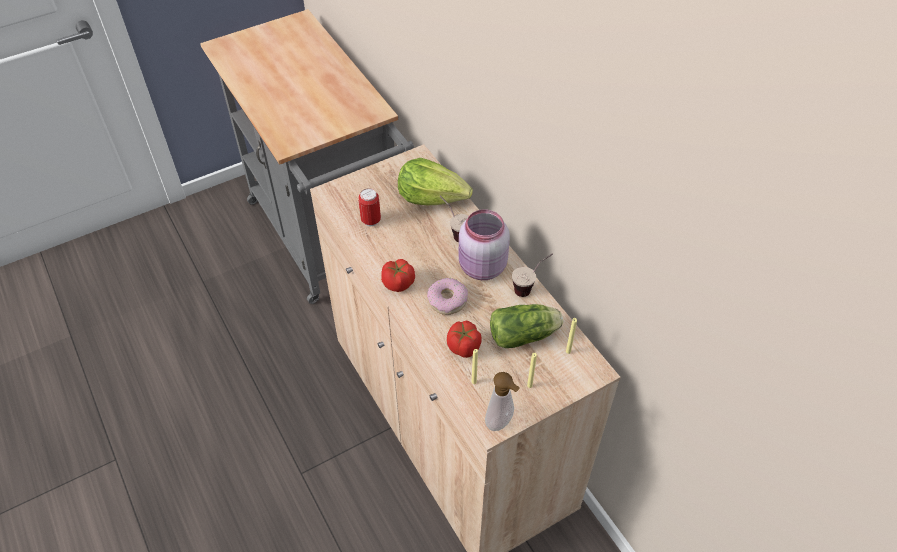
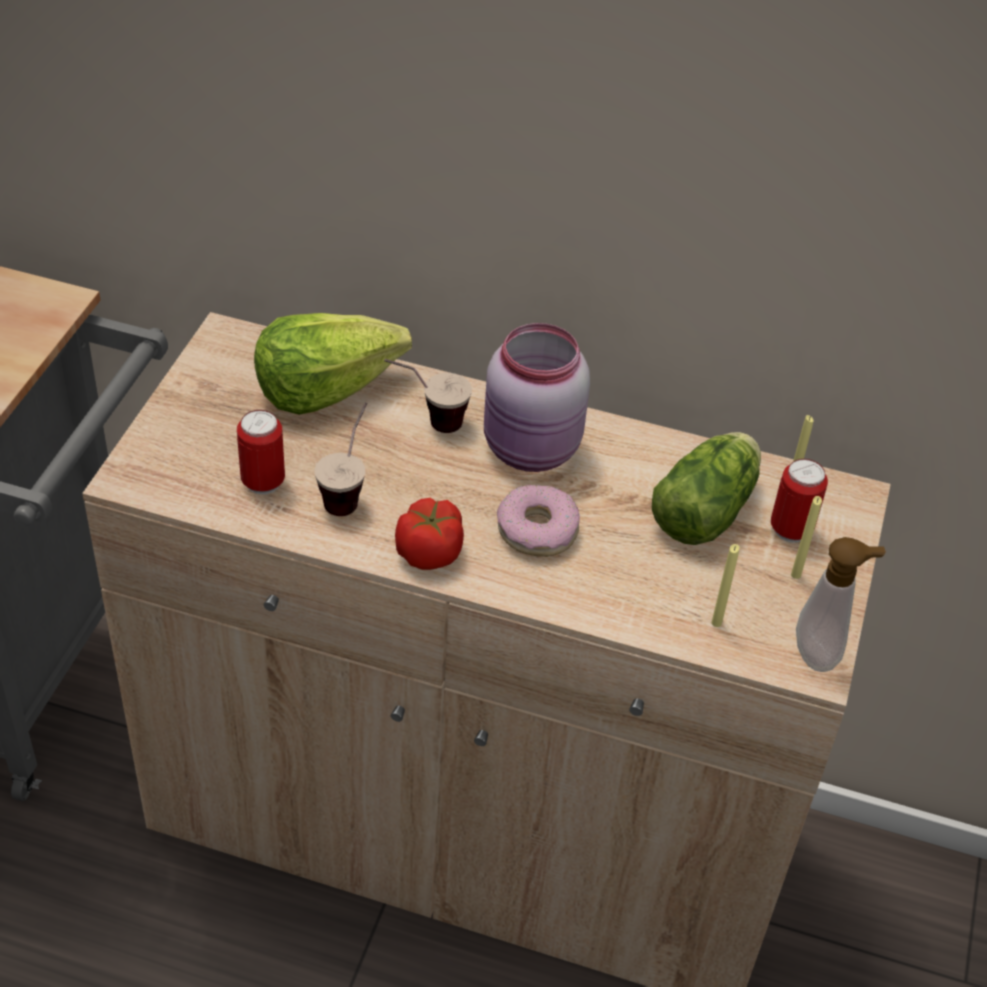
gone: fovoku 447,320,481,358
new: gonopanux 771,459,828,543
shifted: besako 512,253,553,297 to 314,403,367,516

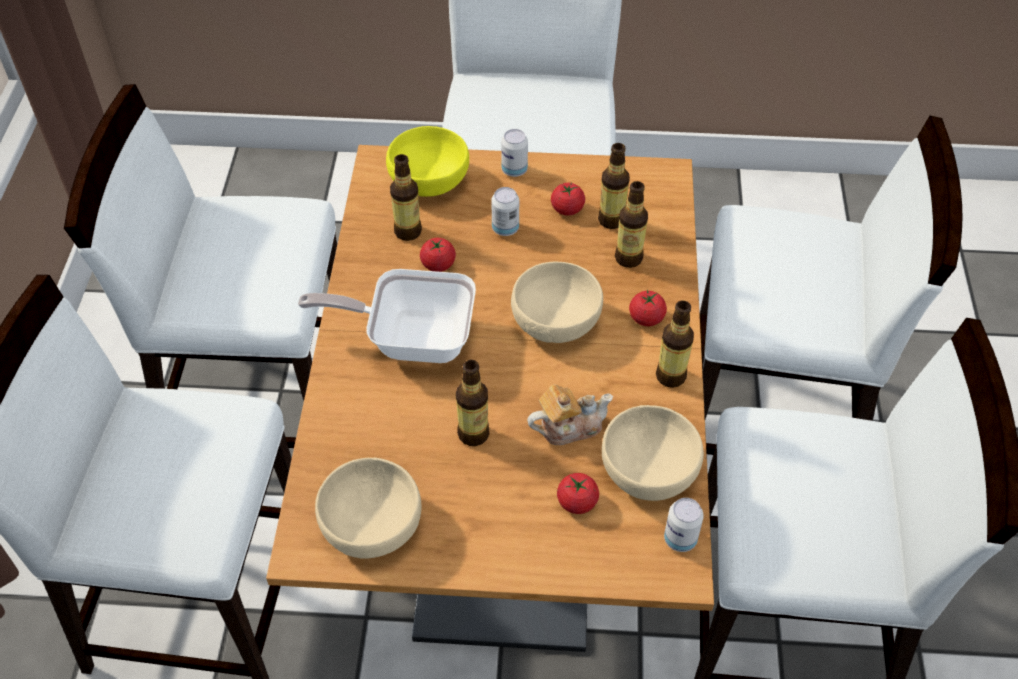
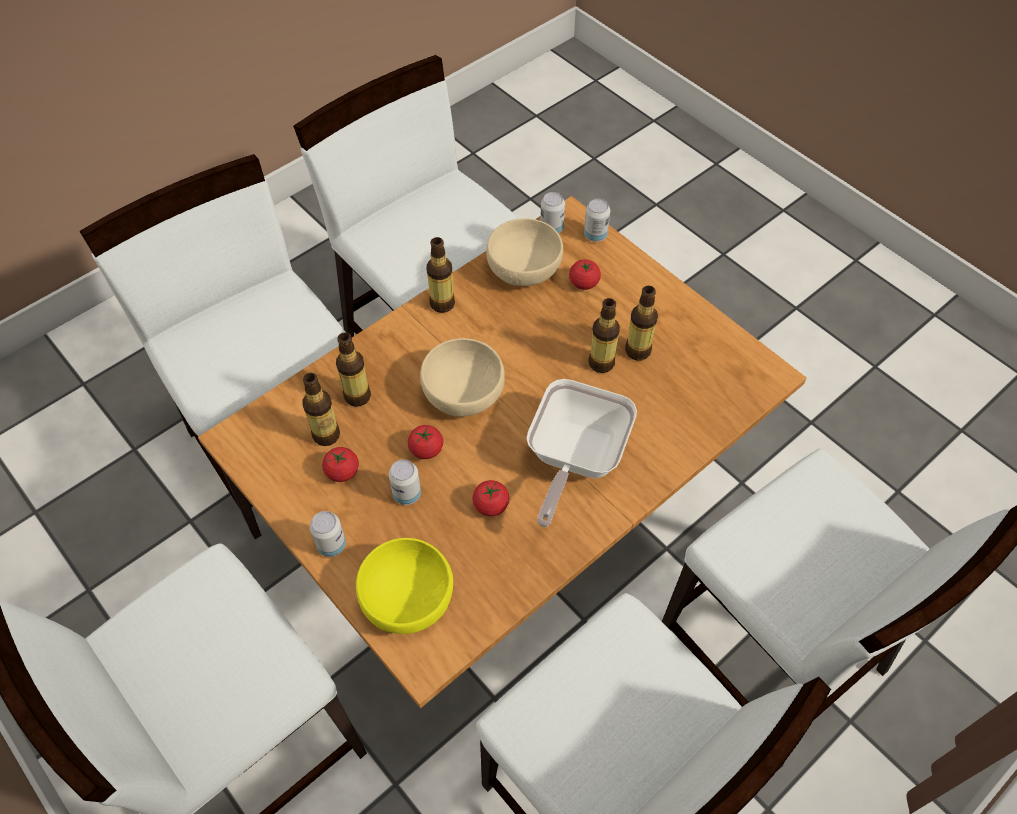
gone: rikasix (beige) 315,458,422,559; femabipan 527,385,613,445
new: gonopanux 584,199,610,242
shifted: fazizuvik 390,154,422,241 to 625,286,658,361; fovoku 629,289,667,326 to 408,425,443,459
rotated: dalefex 298,269,476,363 = 526,379,637,527 60 degrees clockwise

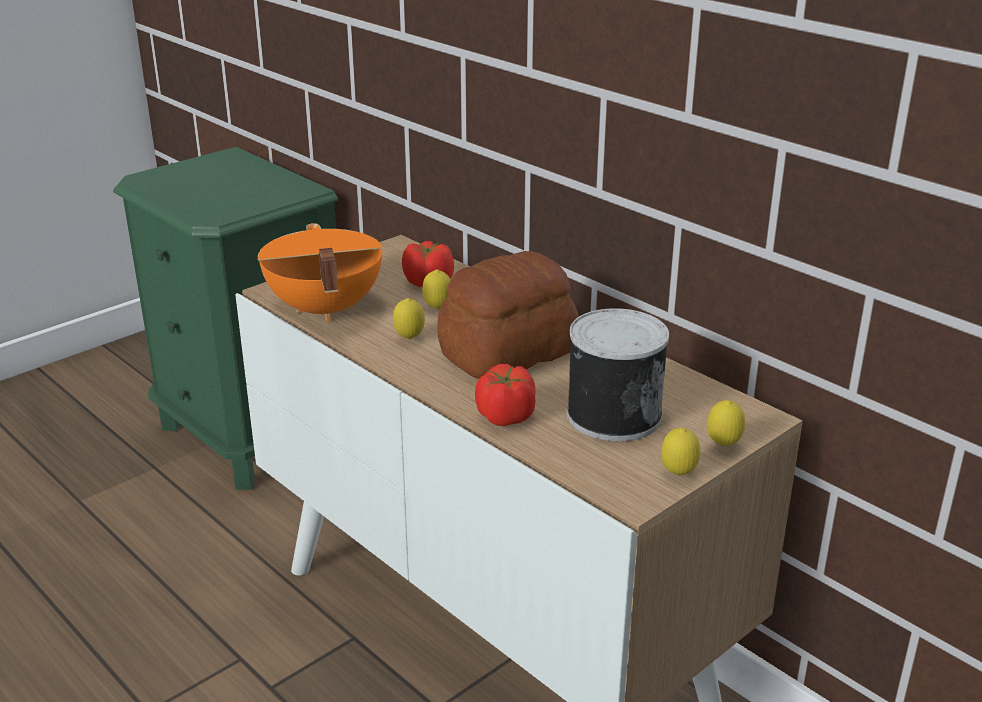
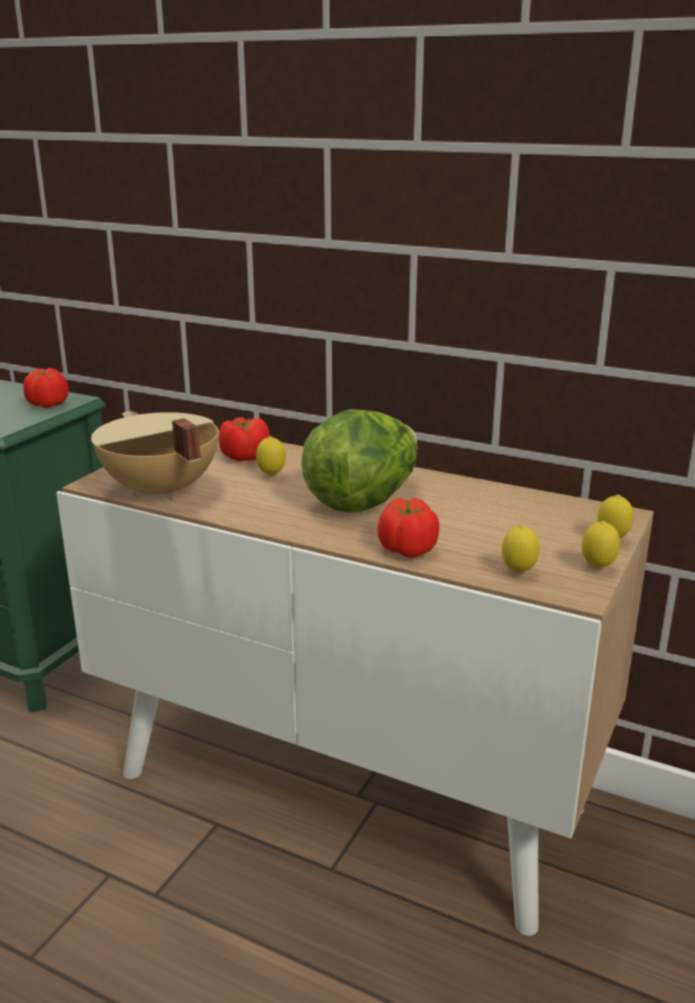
gone: gonopanux 567,308,669,441
new: fovoku 23,368,69,408
shifted: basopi 393,298,425,340 to 502,525,539,573
swapped: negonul 437,251,579,379 to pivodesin 301,409,418,513
repainted: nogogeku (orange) 258,223,383,322 to nogogeku (beige) 91,411,219,501

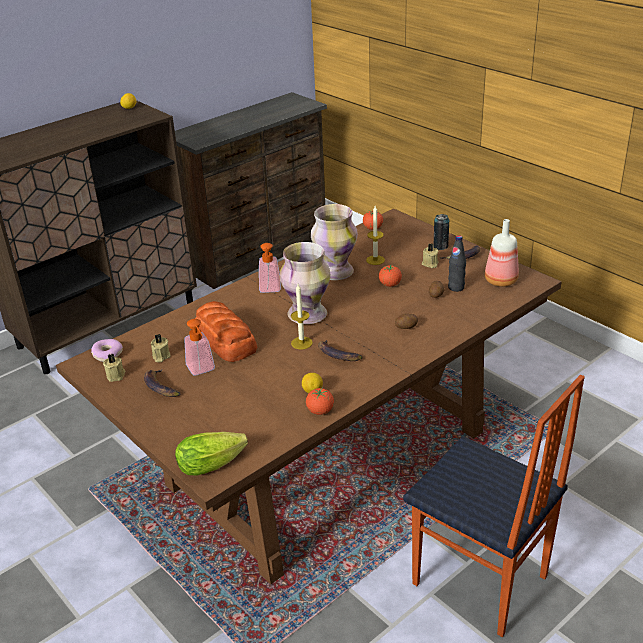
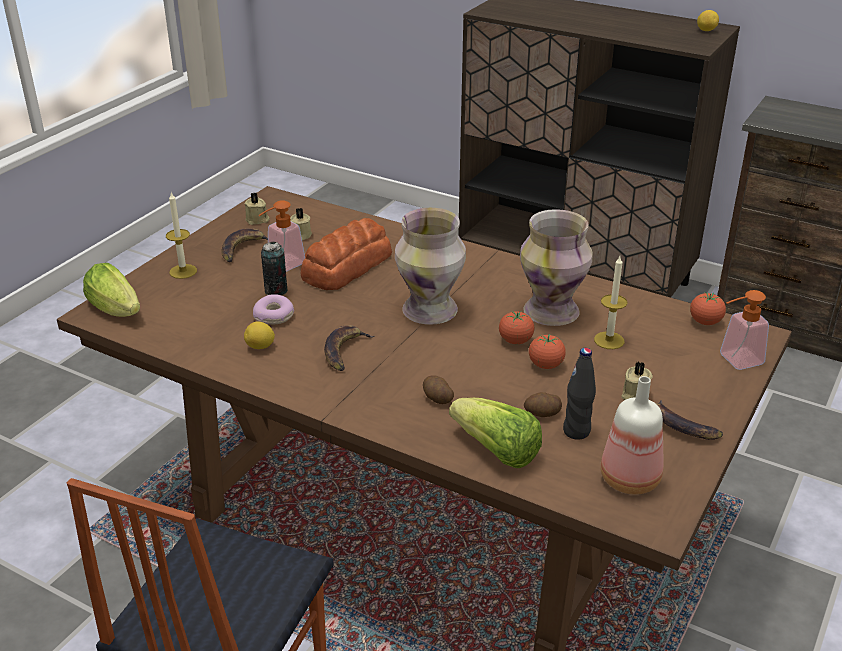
new: pivodesin 449,398,542,468
shifted: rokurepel 91,339,123,362 to 253,294,294,324; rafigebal 259,243,281,293 to 720,290,769,370; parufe 291,284,313,350 to 166,192,197,279; fovoku 306,388,334,415 to 499,311,534,344; gonopanux 433,214,449,250 to 261,242,288,295

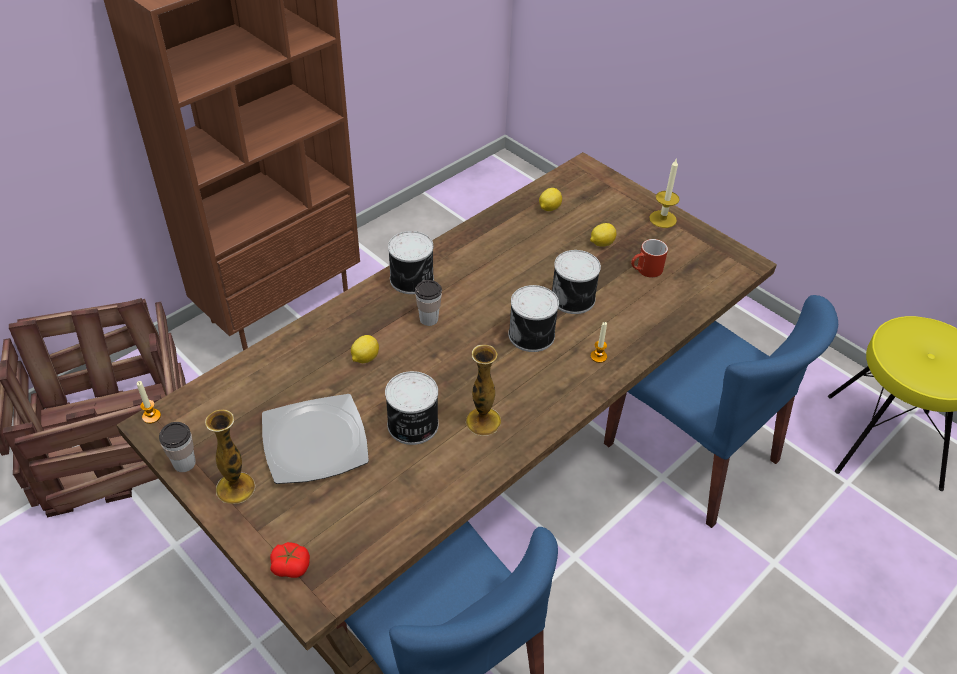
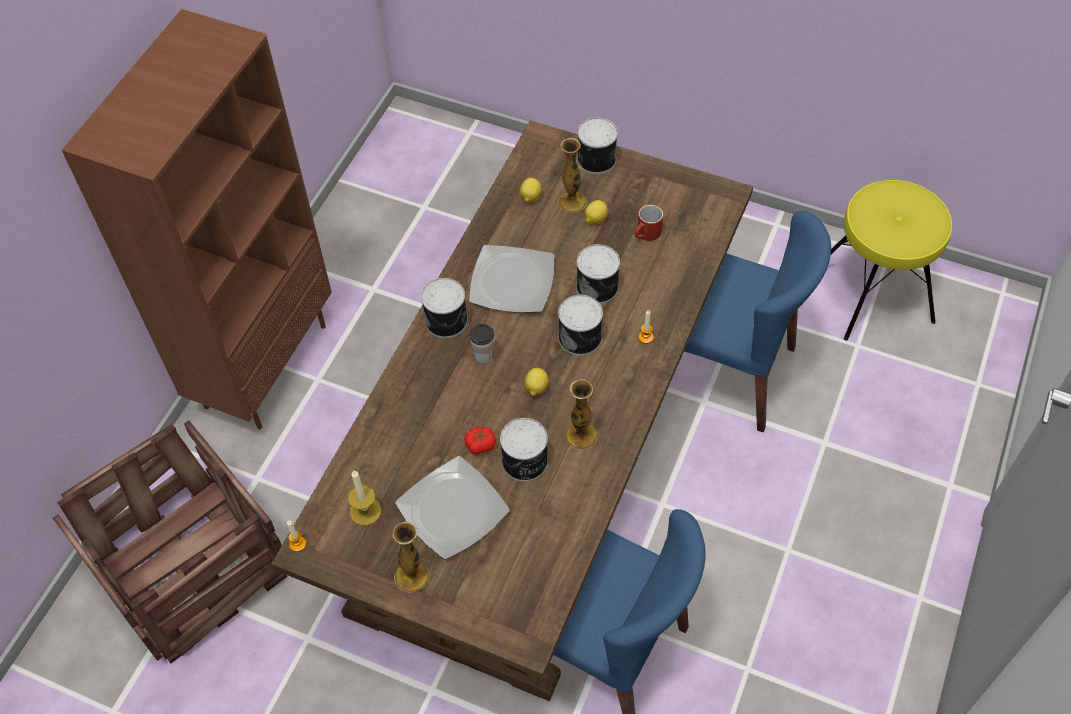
gone: besako 159,422,196,472
new: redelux 469,245,555,313; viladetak 558,138,587,212; gonopanux 577,118,618,174
shifted: fovoku 270,542,310,578 to 464,427,496,454; basopi 351,335,379,363 to 524,368,549,396; parufe 649,159,680,228 to 348,471,381,525

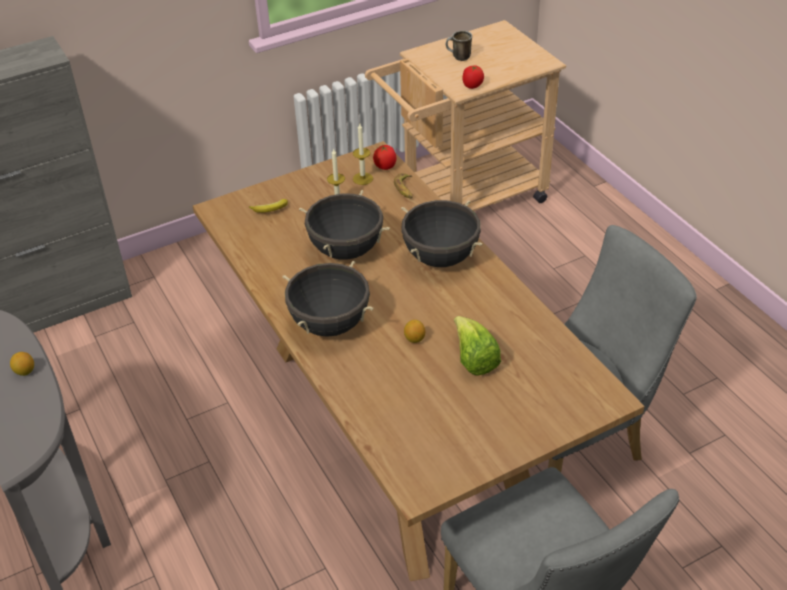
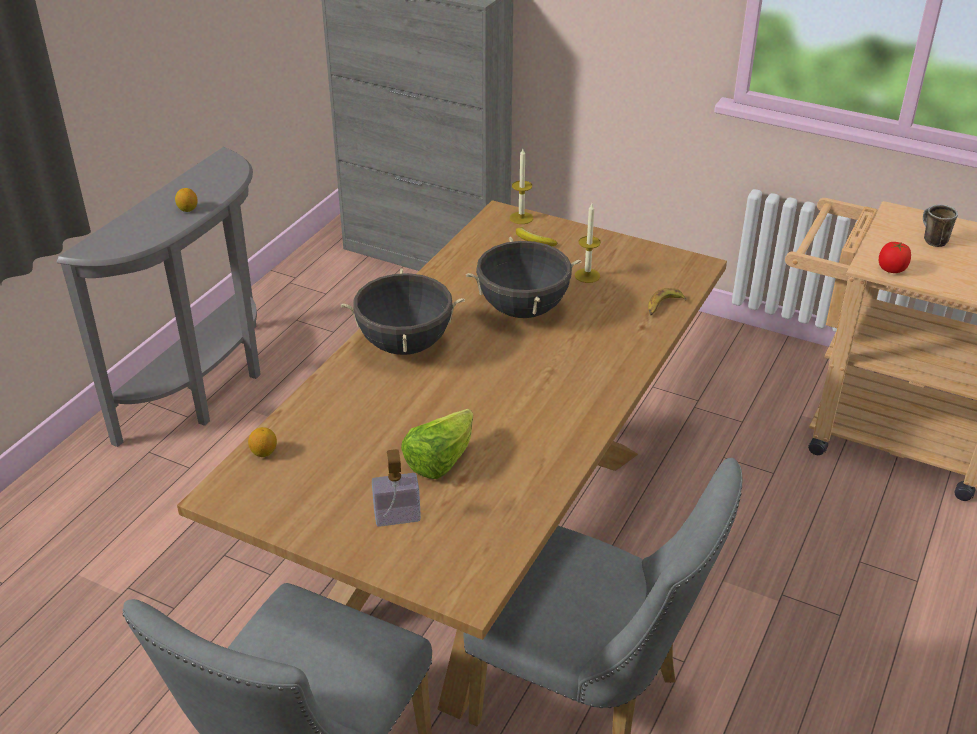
gone: fovoku 373,145,396,170; nogogeku (black) 401,200,482,267
new: rafigebal 372,449,421,527
shifted: parufe 353,124,373,185 to 510,149,533,224; basopi 404,320,425,343 to 248,427,277,457

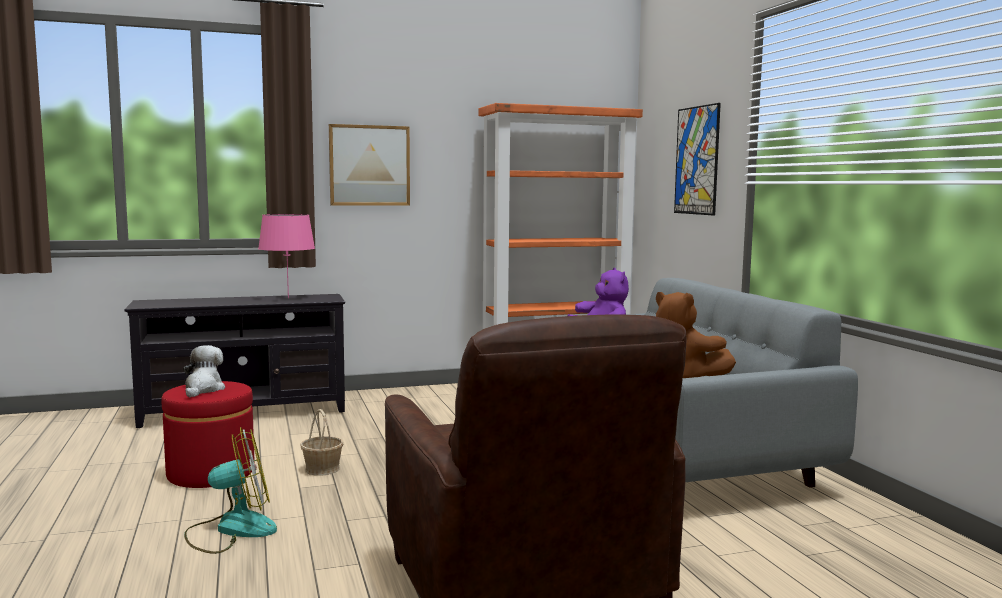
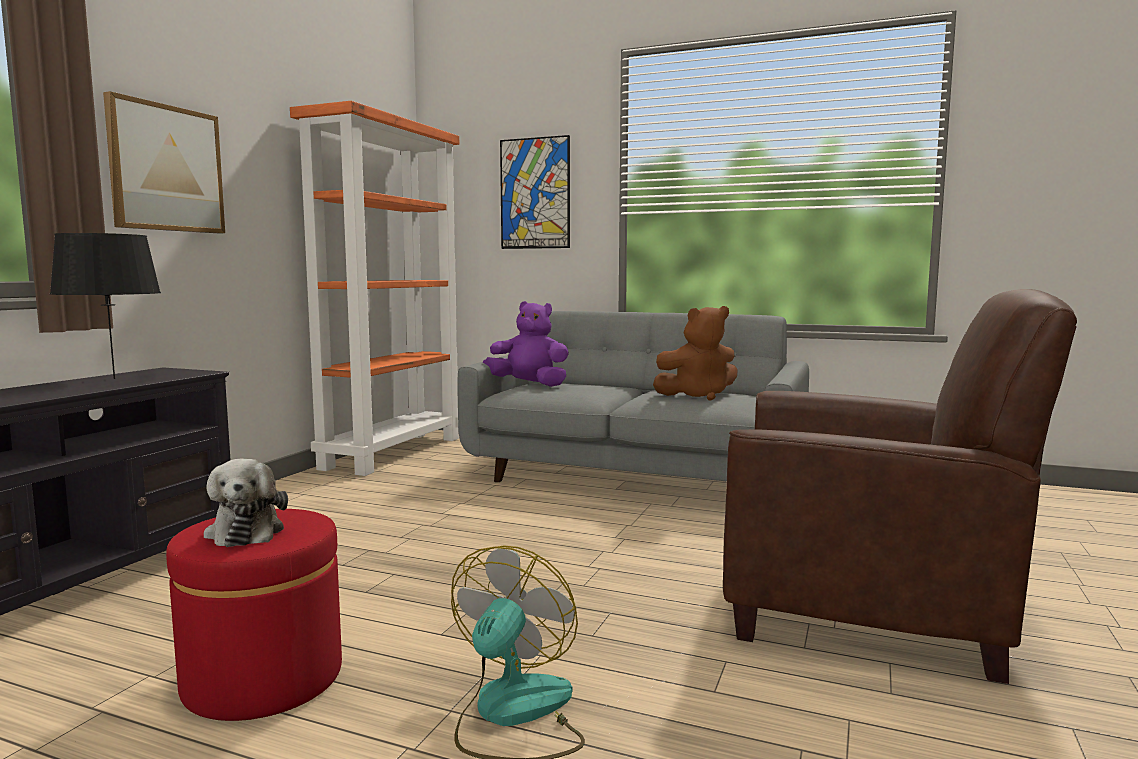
gone: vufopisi 300,409,343,476
repainted: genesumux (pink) 258,214,315,298 to genesumux (black) 50,233,161,379
rotated: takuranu 183,345,225,397 = 204,459,288,547 150 degrees counterclockwise

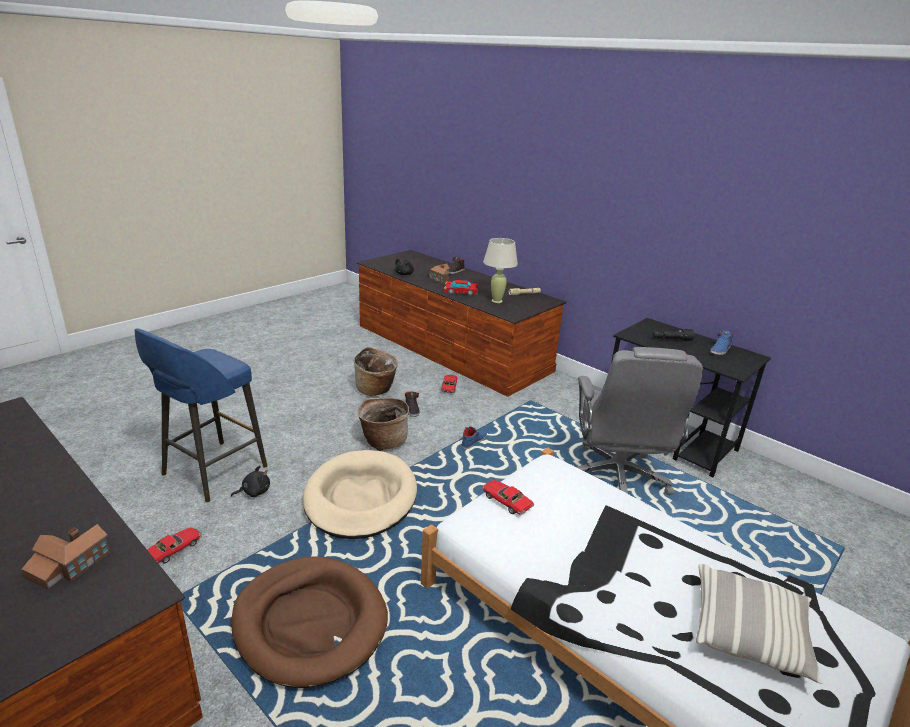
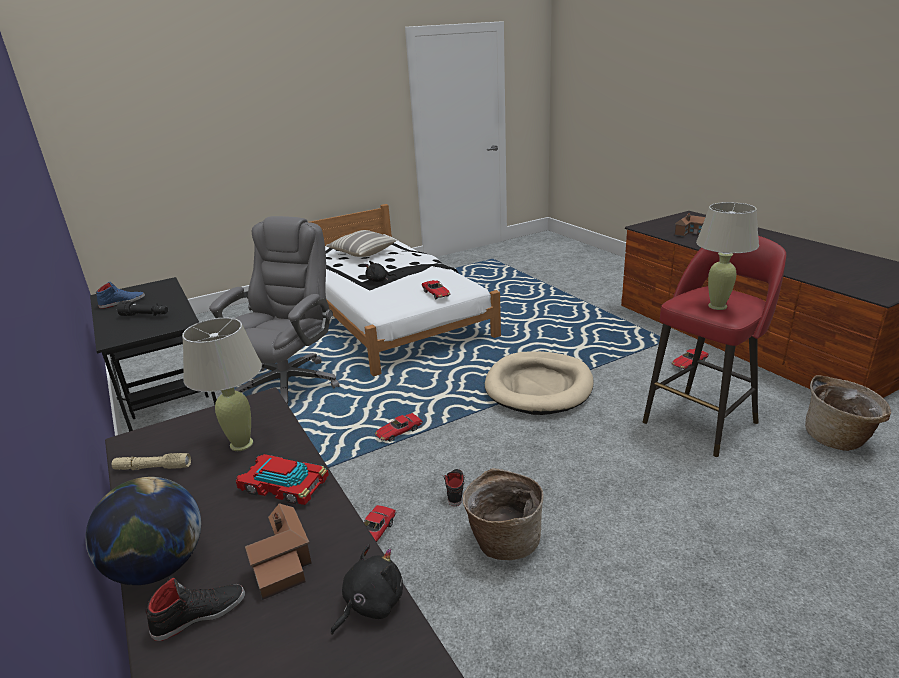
gone: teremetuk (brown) 231,556,388,688
new: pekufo 85,477,201,585; genesumux (beige) 696,202,759,310
shifted: takuranu (black) 231,466,270,497 to 365,261,396,282; vufopisi 357,398,409,451 to 805,375,891,451
swapped: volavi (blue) 461,426,487,449 to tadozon 375,413,423,442
repainted: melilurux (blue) 134,328,267,502 to melilurux (red) 643,236,786,457

